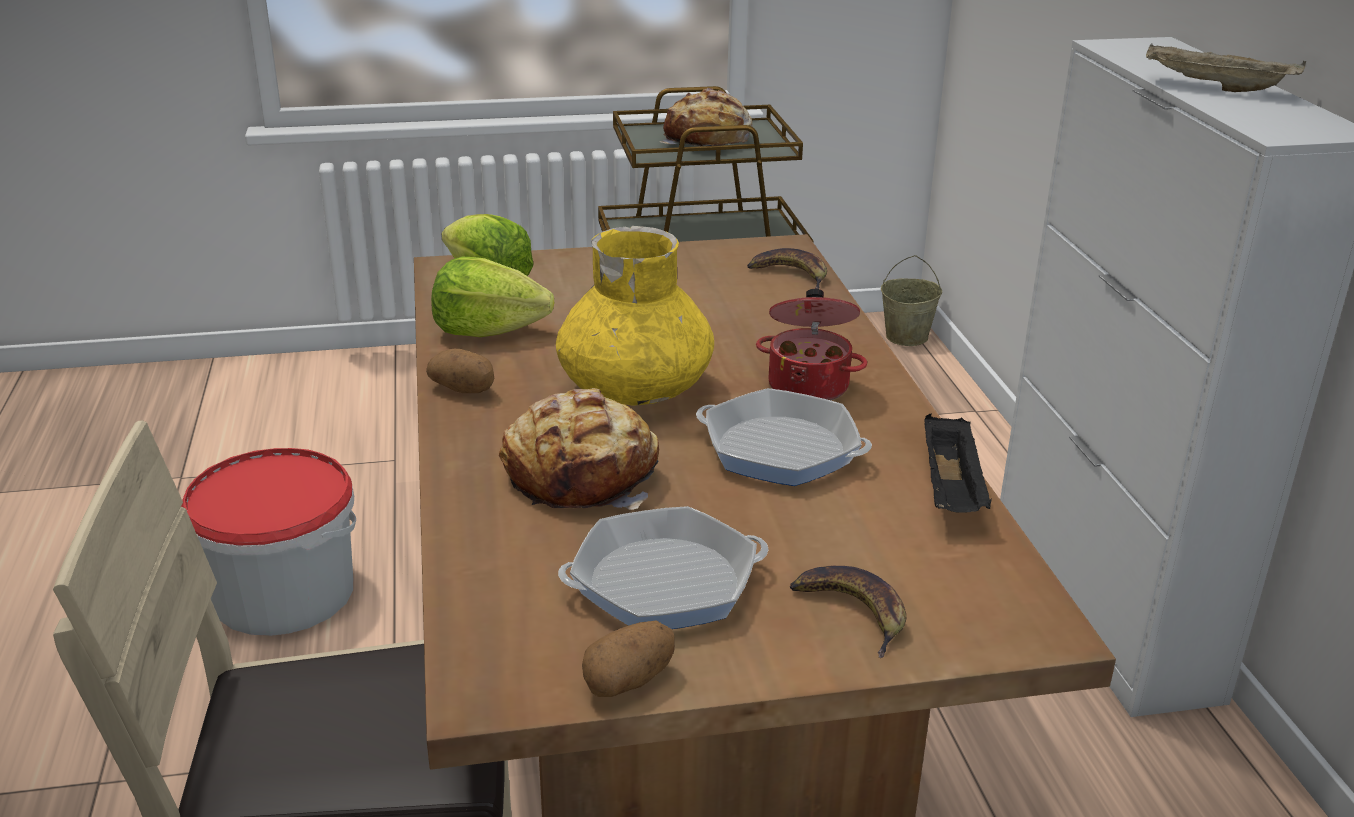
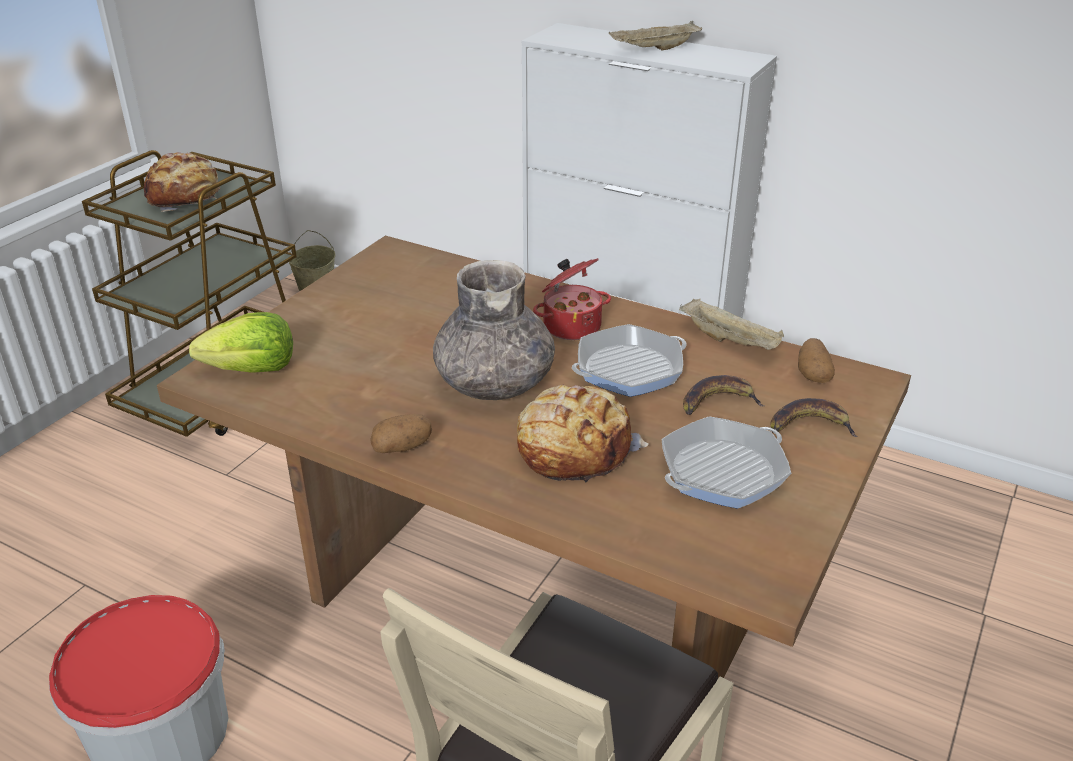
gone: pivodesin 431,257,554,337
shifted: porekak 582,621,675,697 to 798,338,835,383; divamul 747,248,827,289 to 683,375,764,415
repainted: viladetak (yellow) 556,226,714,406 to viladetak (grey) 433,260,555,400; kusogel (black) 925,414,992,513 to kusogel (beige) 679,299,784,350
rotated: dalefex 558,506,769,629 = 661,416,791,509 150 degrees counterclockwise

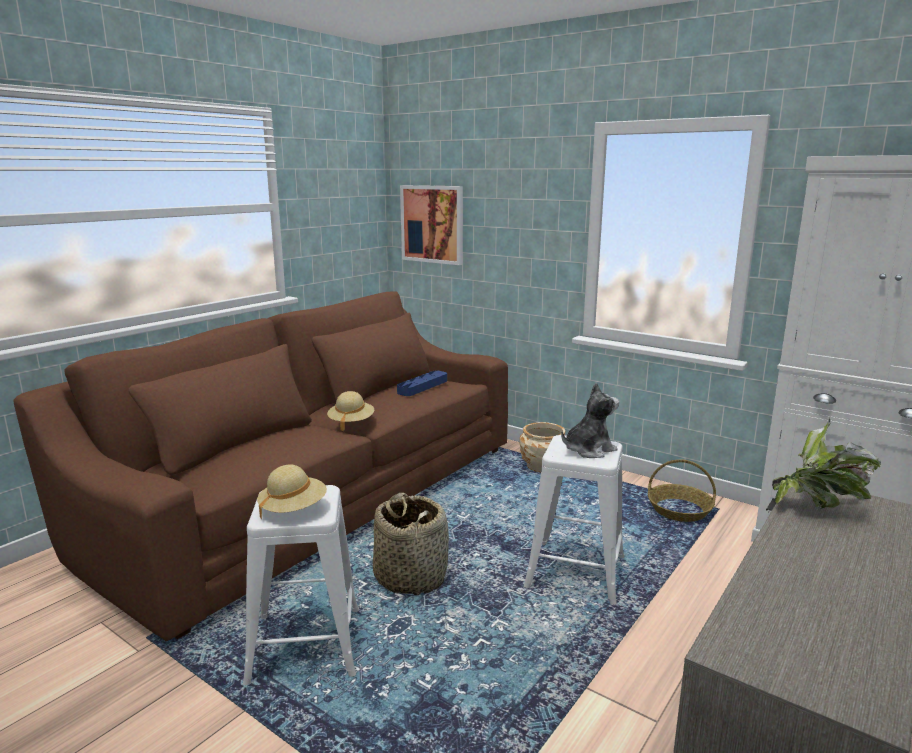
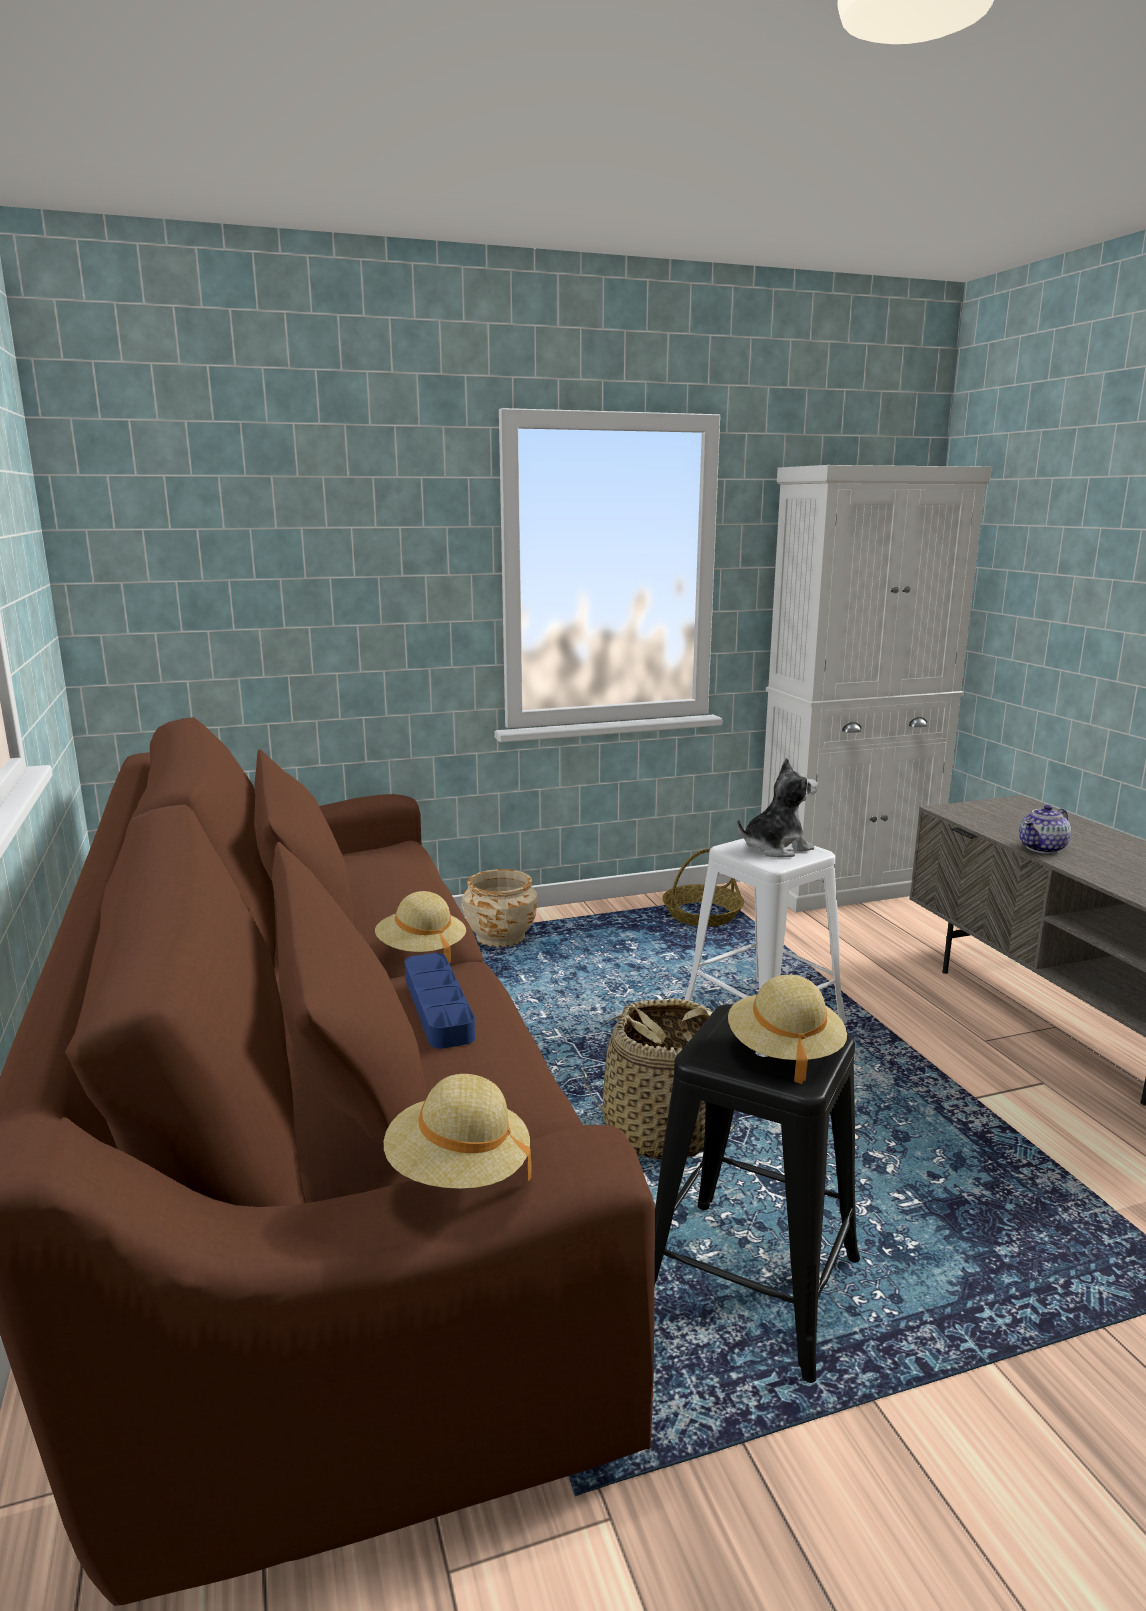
gone: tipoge 400,185,463,265; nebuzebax 772,418,881,509
new: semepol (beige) 384,1074,532,1189; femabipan 1019,805,1071,854
shifted: kusogel (blue) 397,370,447,396 to 405,953,475,1049
repainted: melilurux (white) 243,485,359,685 to melilurux (black) 654,1004,860,1383
rotated: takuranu 561,383,619,458 = 737,758,818,857 60 degrees clockwise

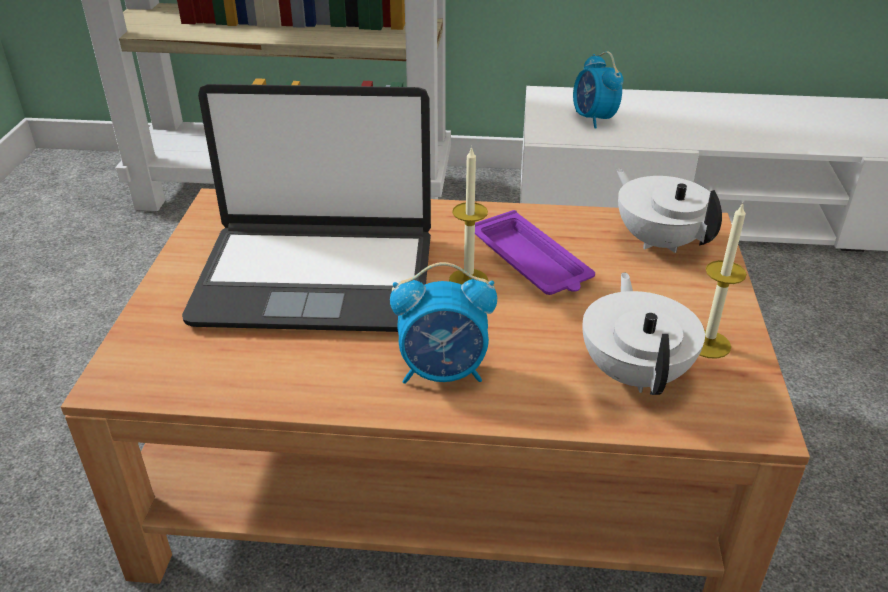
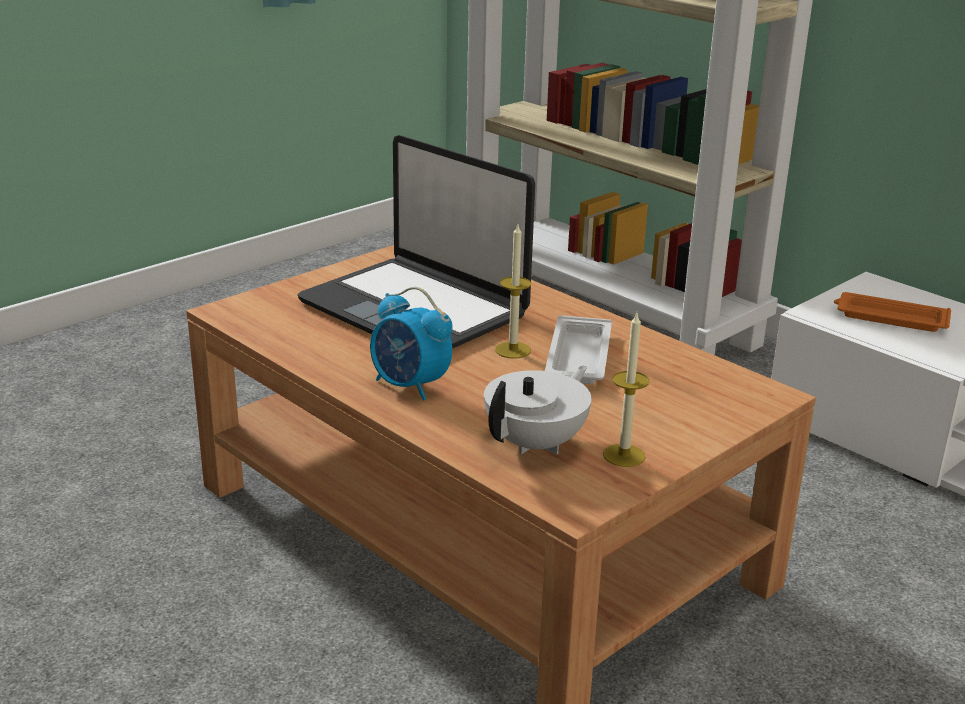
gone: femabipan (white) 616,168,722,253
swapped: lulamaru 573,51,623,129 to kusogel (orange) 834,292,951,332
repainted: kusogel (purple) 475,210,595,295 to kusogel (white) 545,315,612,384

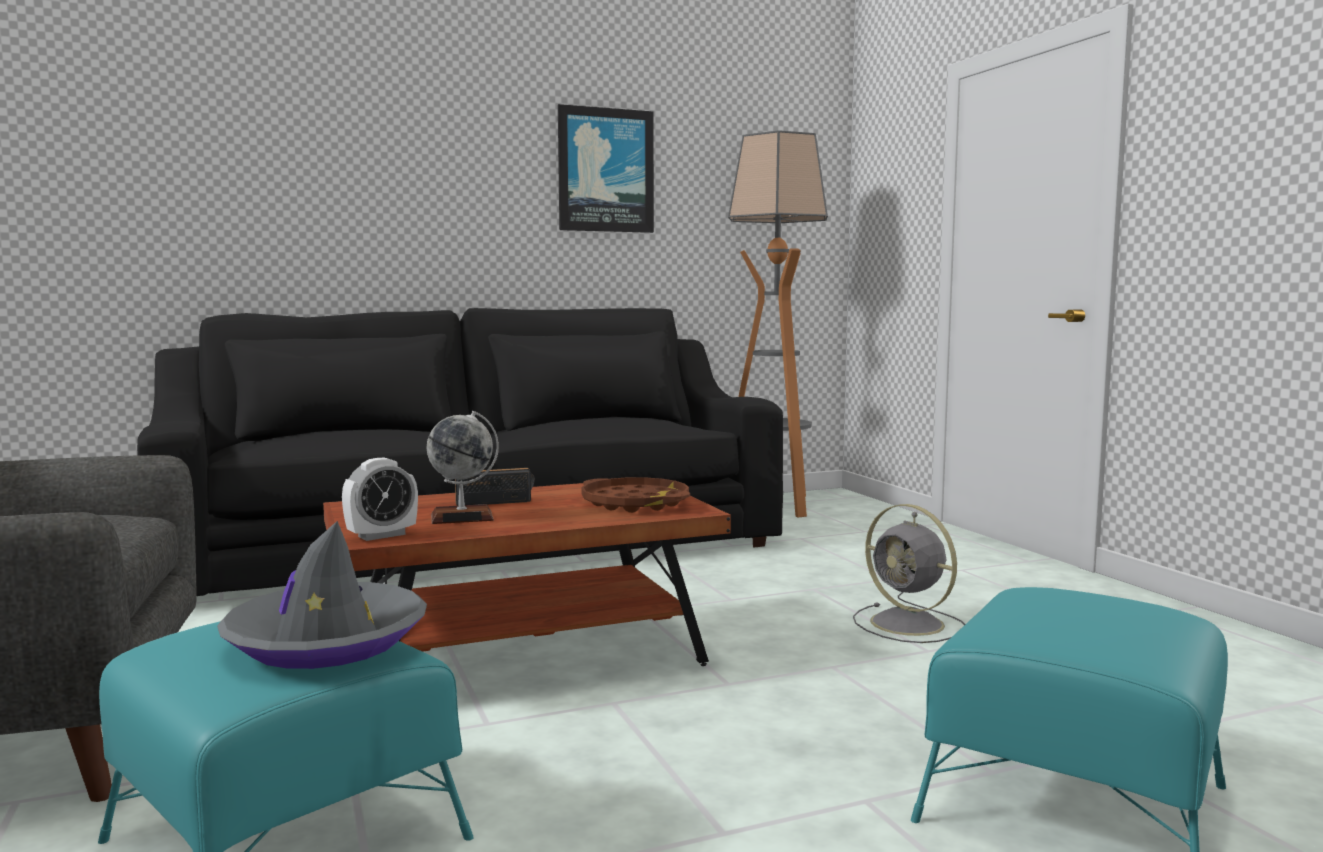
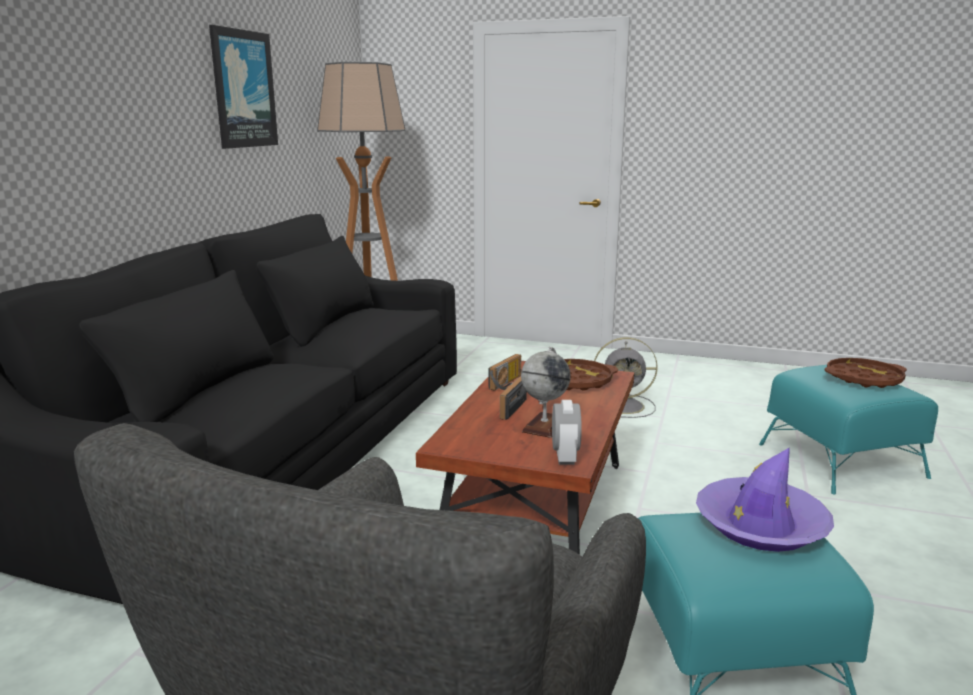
new: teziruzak 489,354,521,391; kusogel (brown) 825,358,907,388
repainted: semepol (grey) 217,521,427,669 to semepol (purple) 696,447,834,552

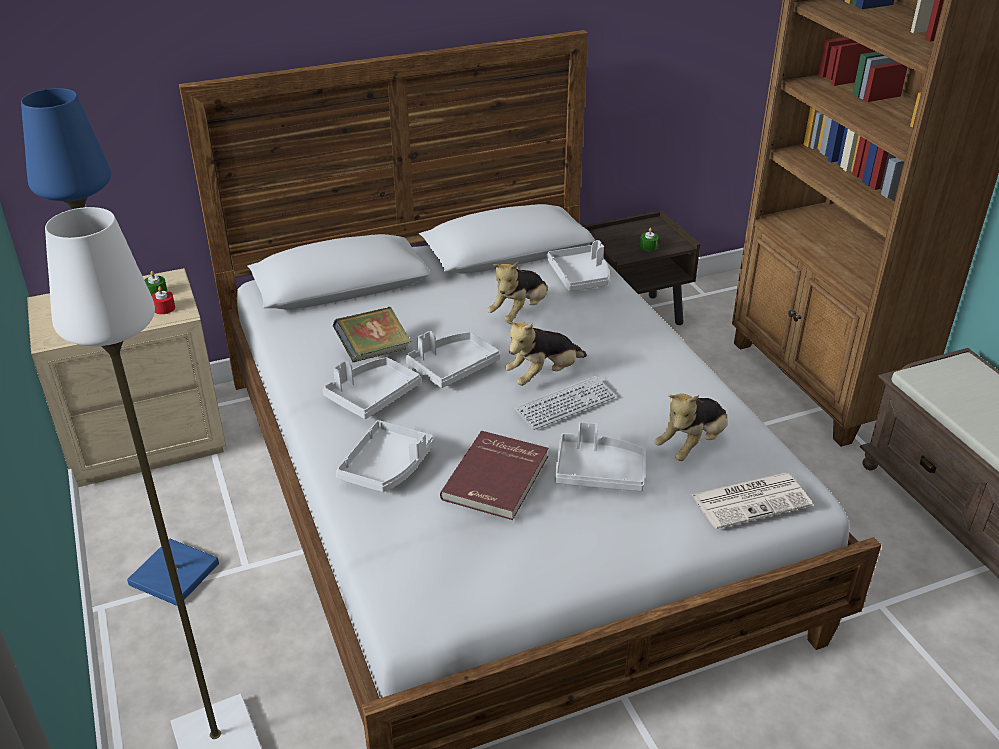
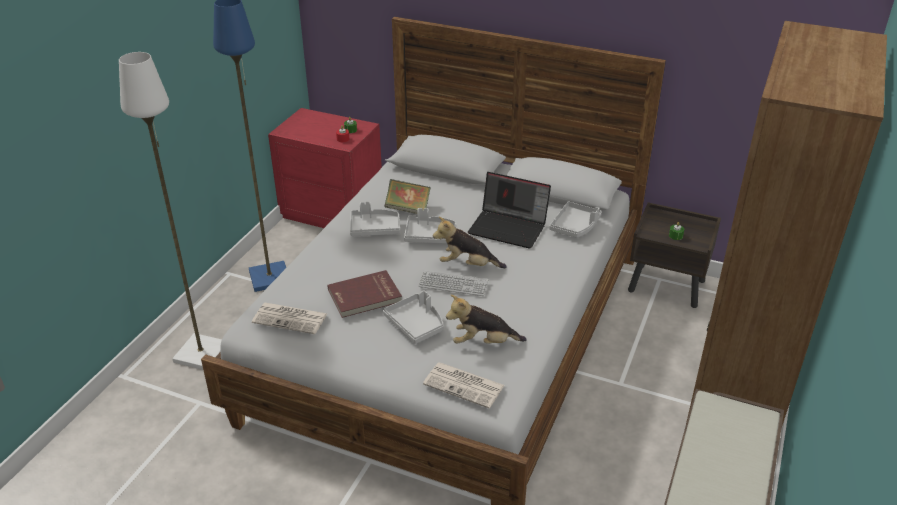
gone: kusogel (grey) 336,420,434,492
new: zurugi 252,303,327,334
swapped: takuranu 487,262,548,322 to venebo 468,172,551,249
repainted: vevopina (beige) 27,268,226,487 to vevopina (red) 268,108,382,228

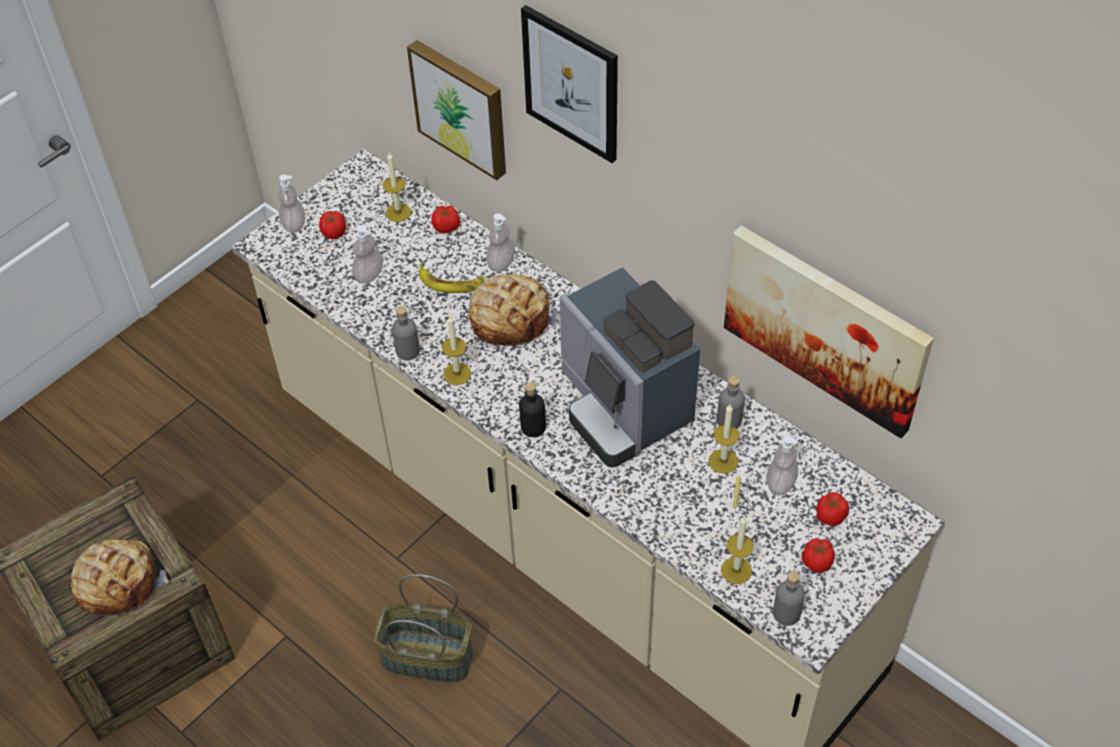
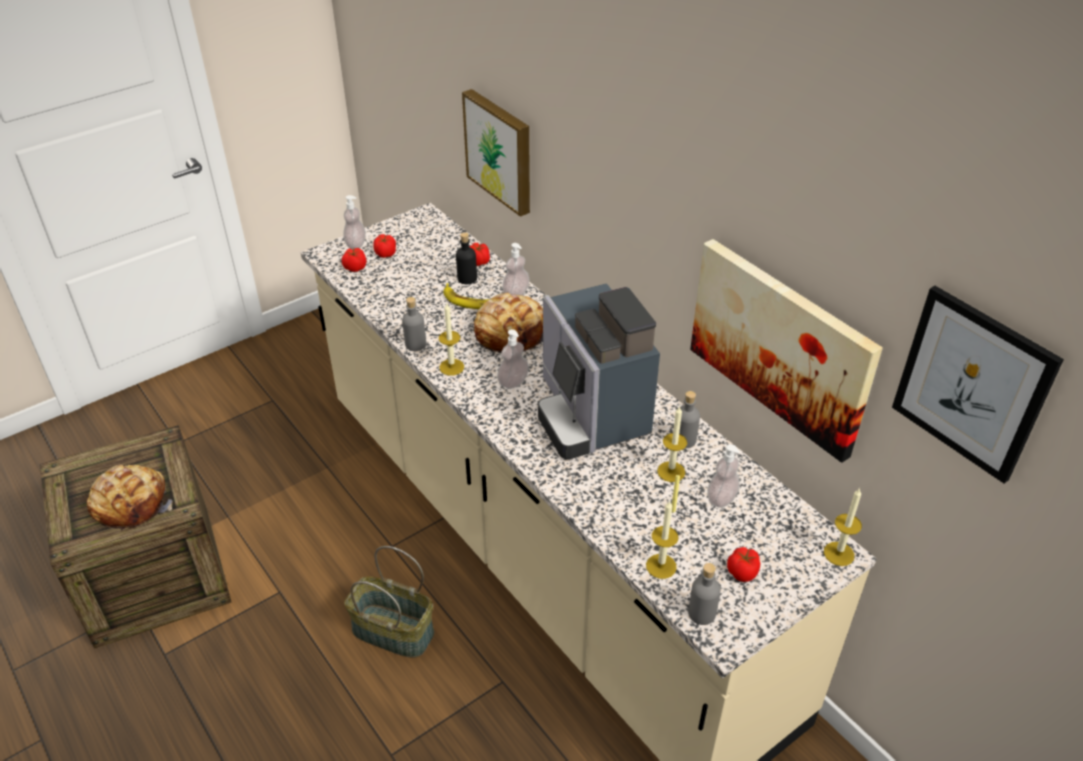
shifted: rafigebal 352,225,383,284 to 497,329,529,389; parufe 383,152,411,222 to 824,488,862,566; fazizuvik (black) 519,382,546,437 to 456,232,477,284; tipoge 521,5,618,163 to 892,286,1064,483; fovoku 816,492,849,526 to 342,248,366,272

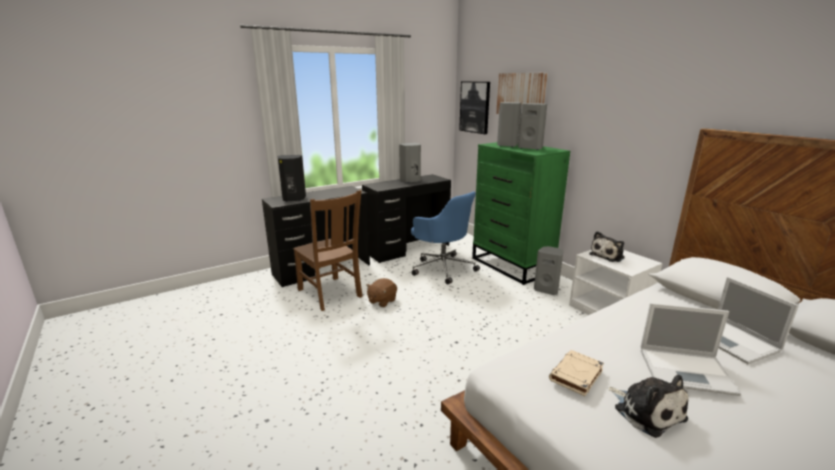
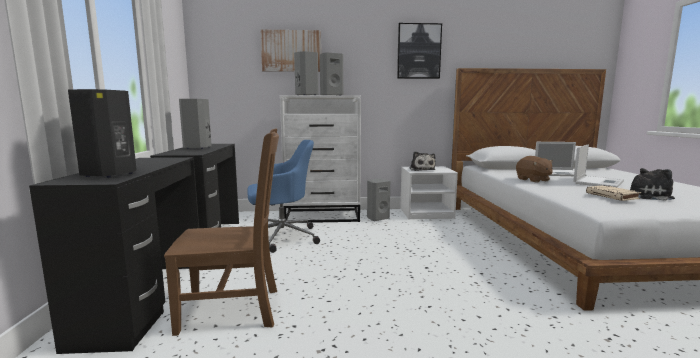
shifted: takuranu (brown) 366,278,397,307 to 516,156,553,183; tipoge 459,81,490,134 to 397,23,442,79
repainted: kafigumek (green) 472,142,570,285 to kafigumek (white) 280,95,361,223

